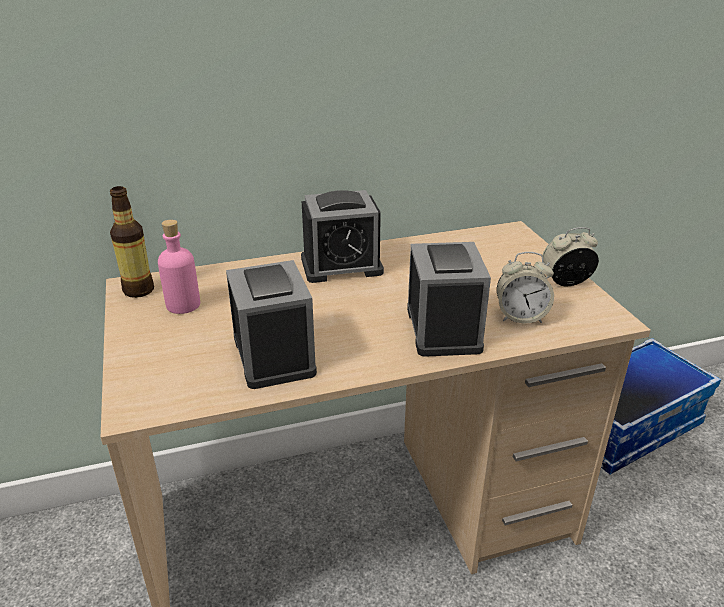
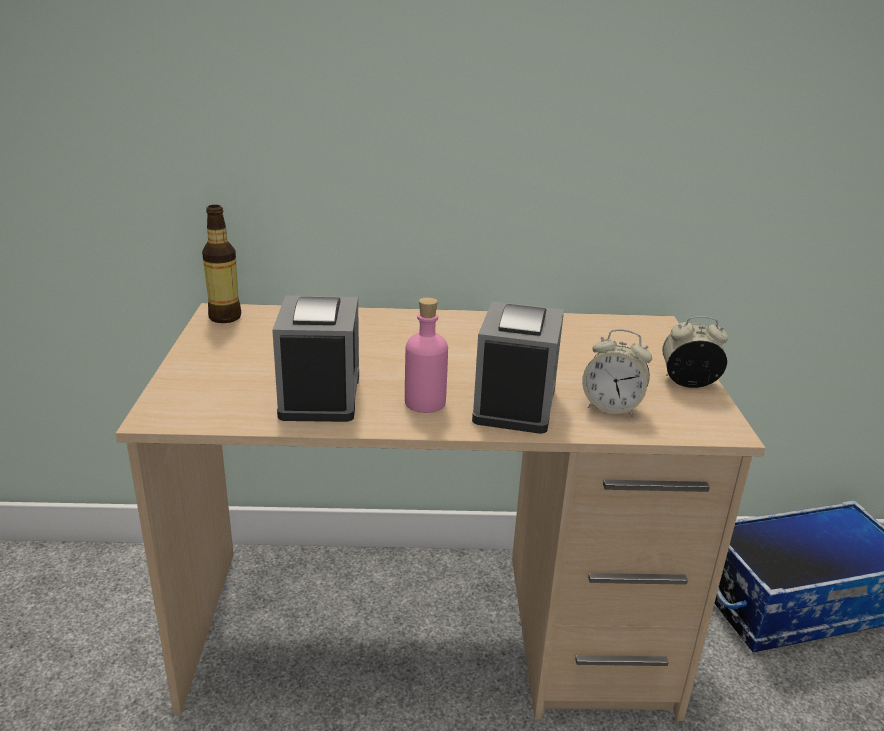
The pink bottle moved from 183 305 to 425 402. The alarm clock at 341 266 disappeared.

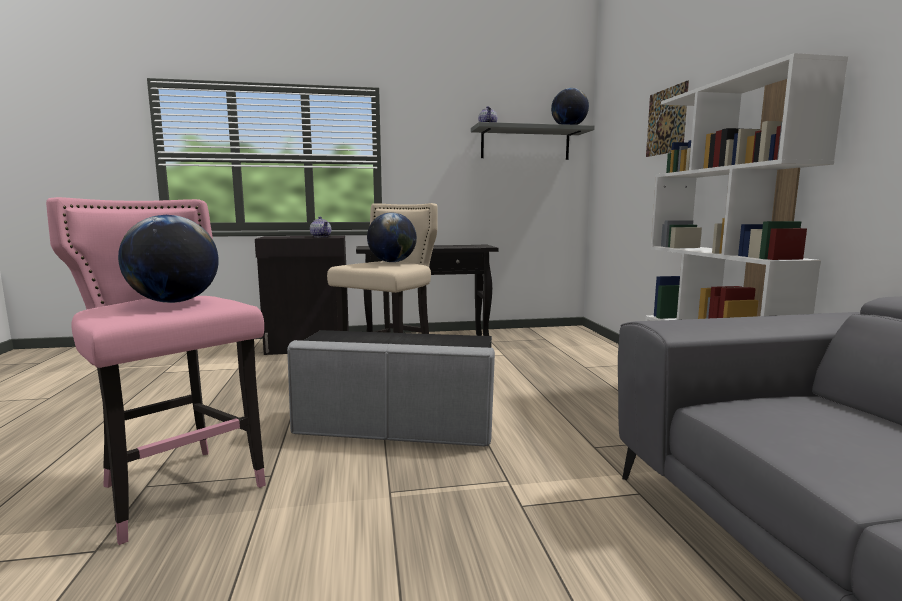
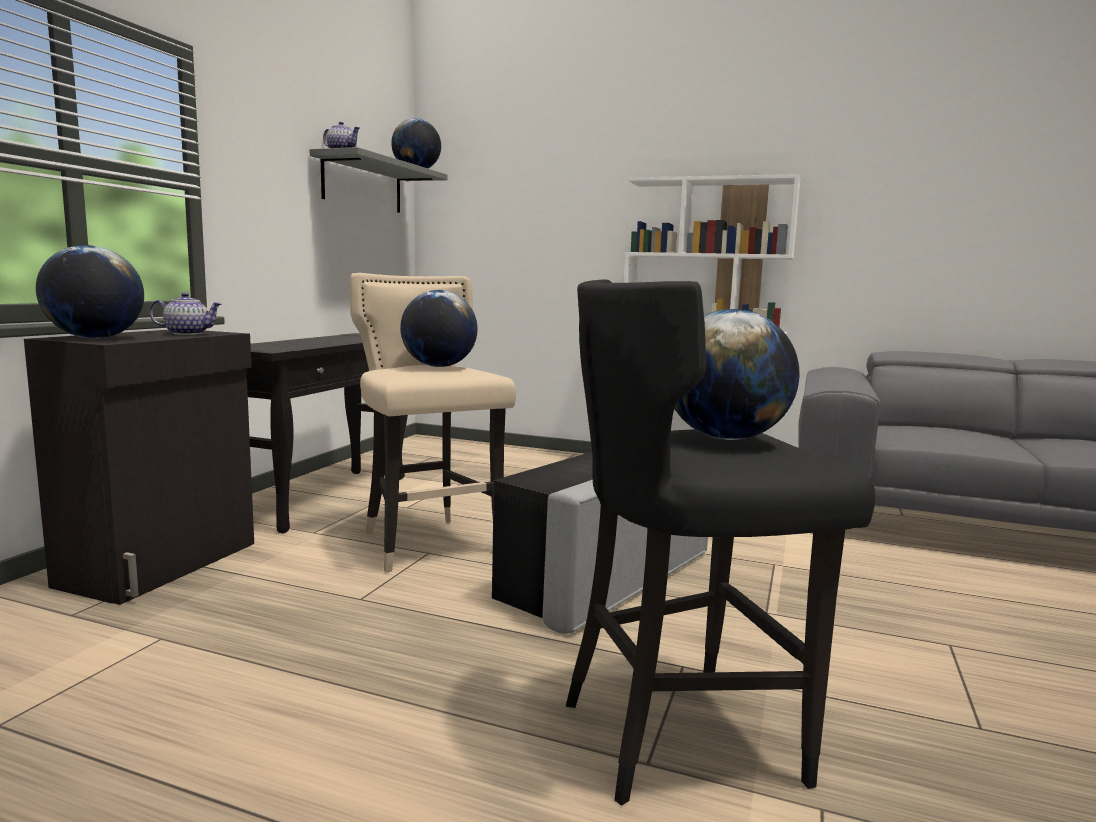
The pink stool at 180 490 became the black stool at 681 734. The picture at 666 121 disappeared. The globe at 95 338 appeared.

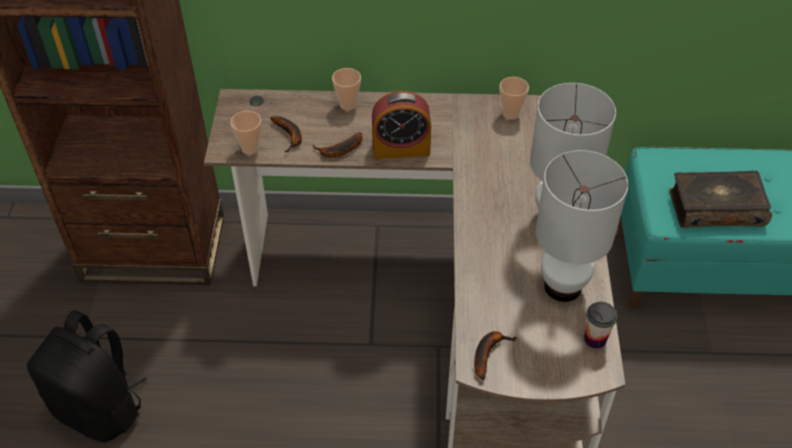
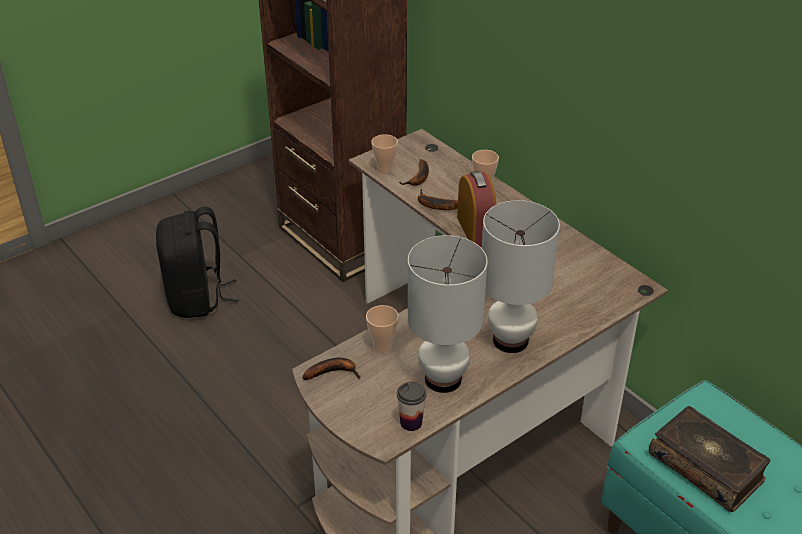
The alarm clock at 401 148 turned 150 degrees counterclockwise. The cup moved from 510 114 to 382 346.

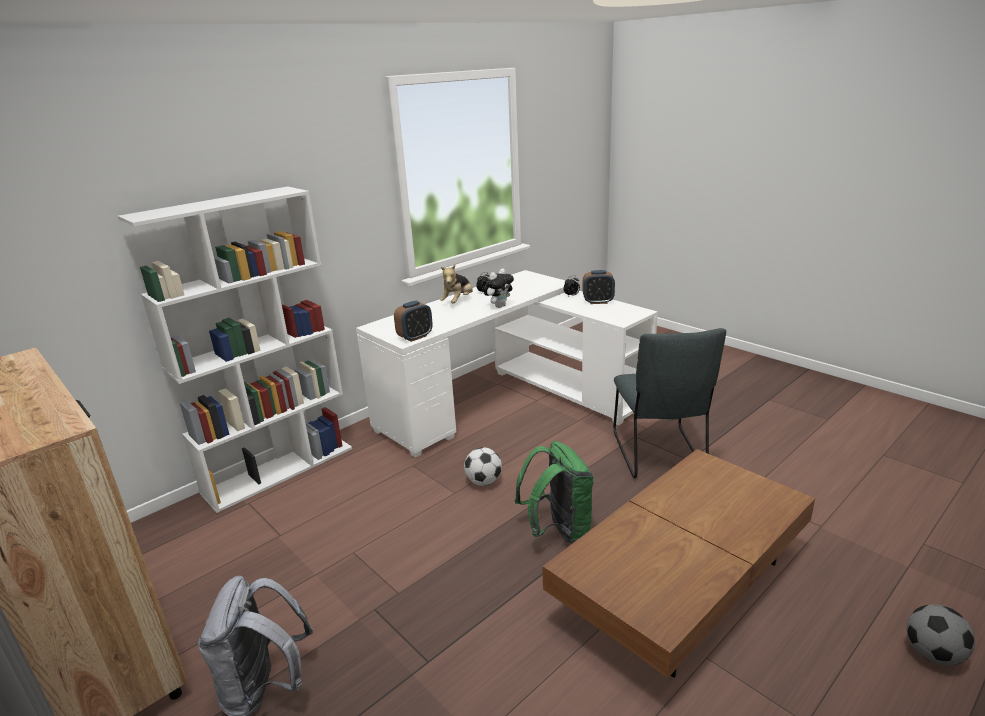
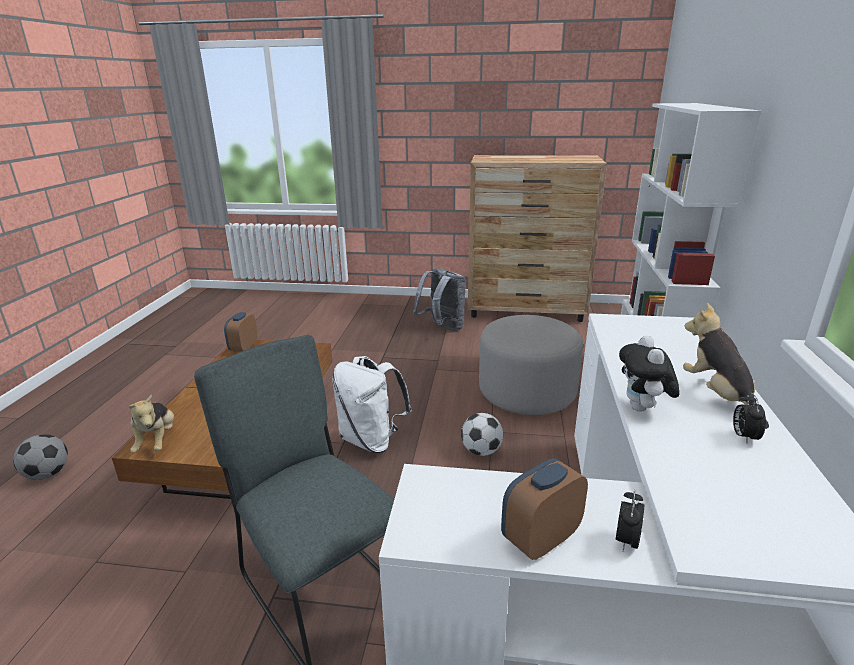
The alarm clock moved from 415 337 to 243 347. The green backpack at 558 531 became the white backpack at 371 440. The plush toy at 157 441 appeared. The grey ottoman at 527 392 appeared.

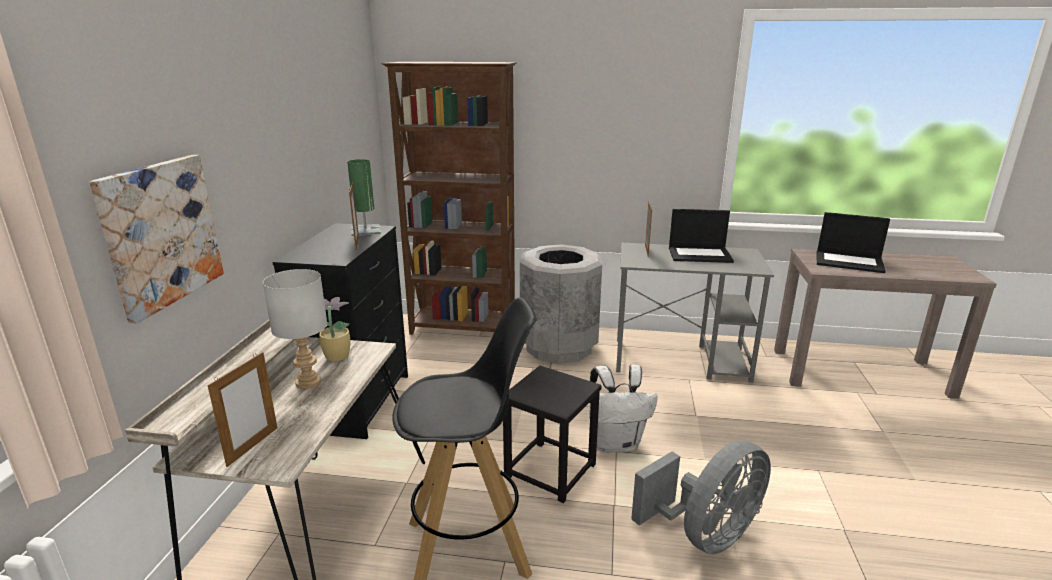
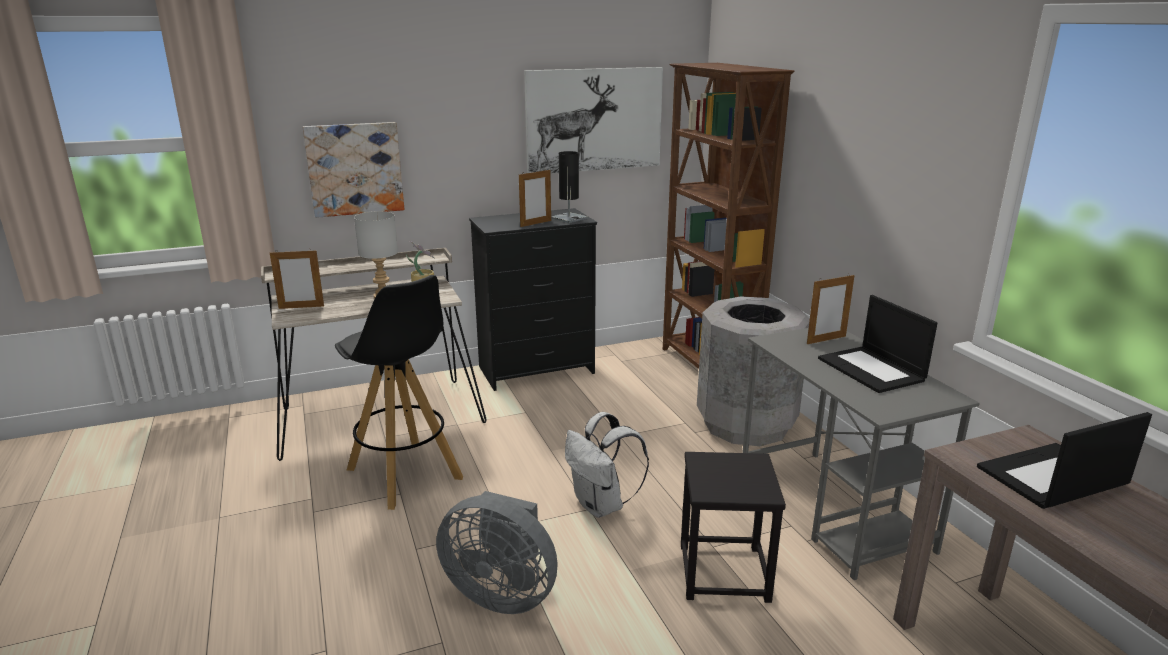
The green table lamp at 365 231 became the black table lamp at 569 218. The black stool moved from 549 471 to 722 572. The laptop at 849 262 turned 75 degrees clockwise. The picture at 594 120 appeared.

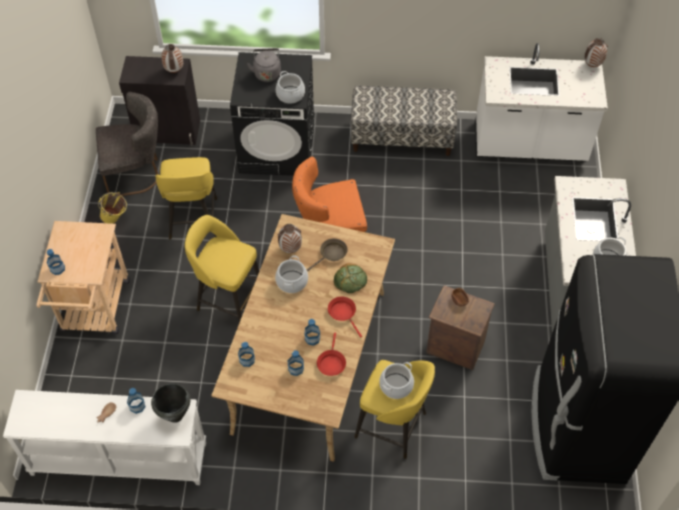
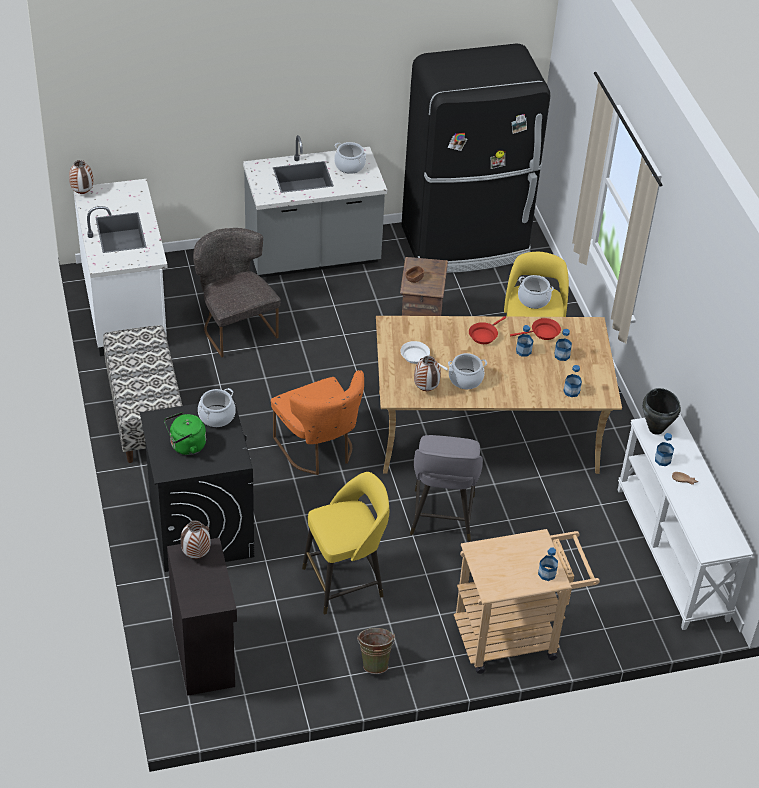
The grey chair moved from 136 173 to 235 327. The yellow bucket at 116 220 became the green bucket at 375 662. The yellow stool at 228 298 became the grey stool at 442 517. The grey kettle at 267 73 became the green kettle at 186 446. The brown frying pan at 331 254 became the white frying pan at 417 357. The bread at 350 280 disappeared.

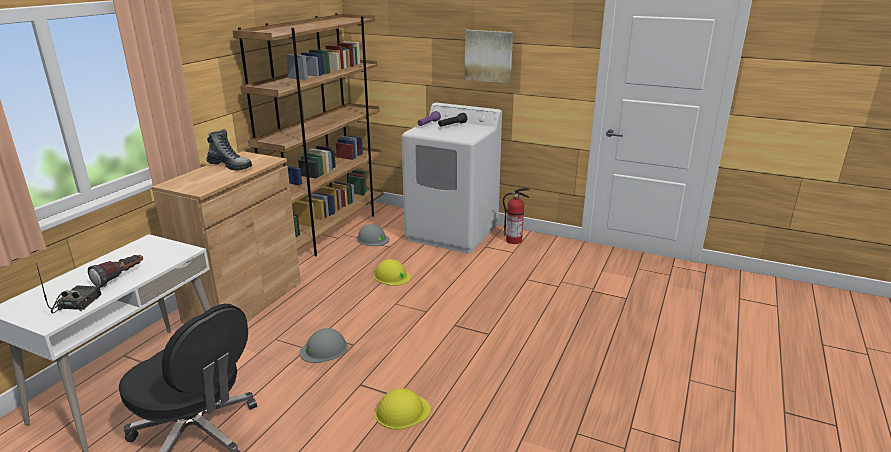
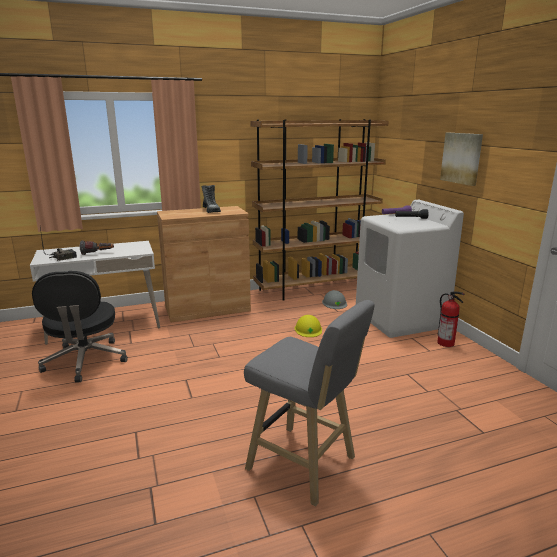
The grey hard hat at 324 349 disappeared. The yellow hard hat at 402 411 disappeared. The grey stool at 305 466 appeared.

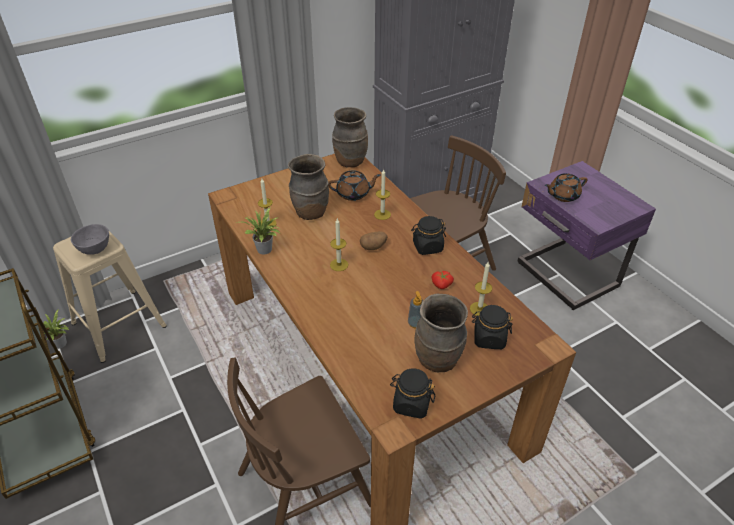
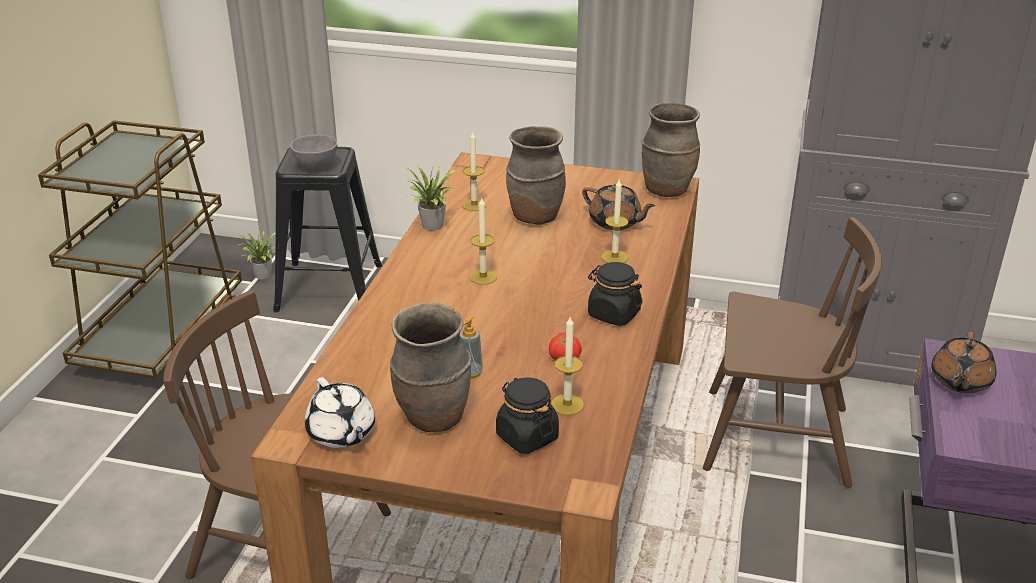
The beige stool at 118 325 became the black stool at 327 288. The potato at 373 247 disappeared. The black jar at 411 404 was replaced by the white teapot at 341 433. The brown teapot at 563 195 turned 90 degrees counterclockwise.

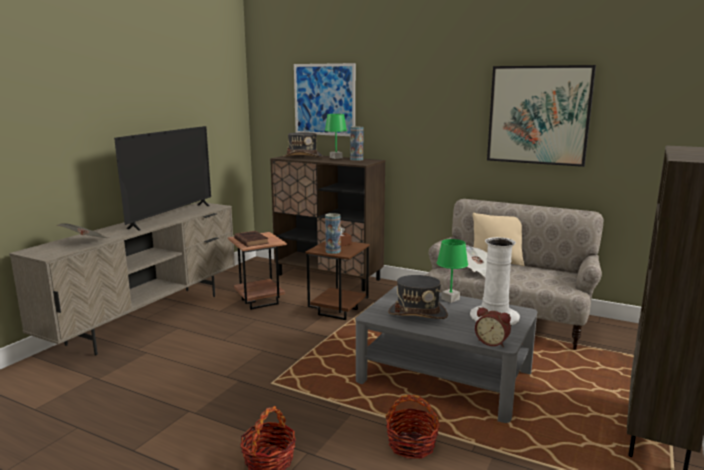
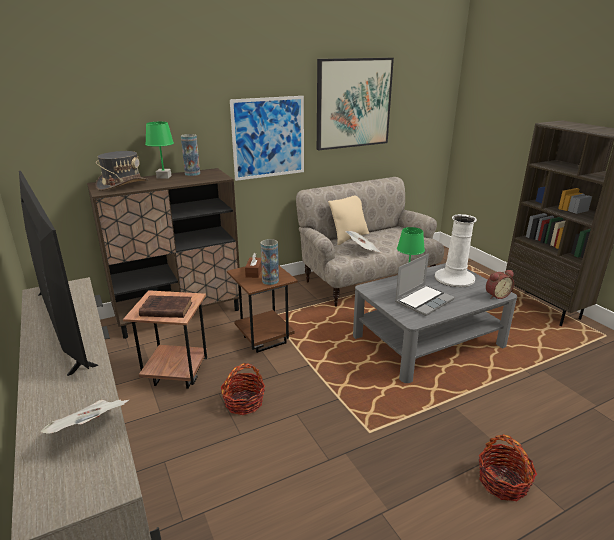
The picture moved from 324 99 to 268 138. The basket moved from 411 445 to 244 402. The grey hat at 417 313 was replaced by the laptop at 424 301.

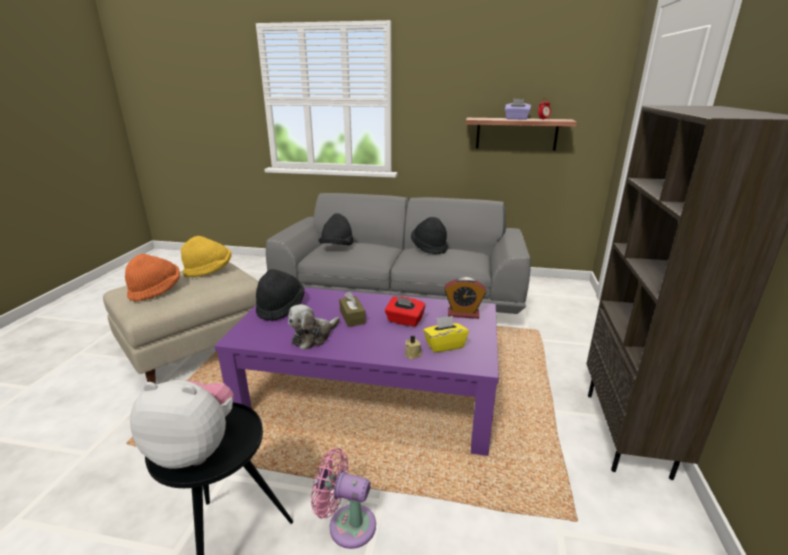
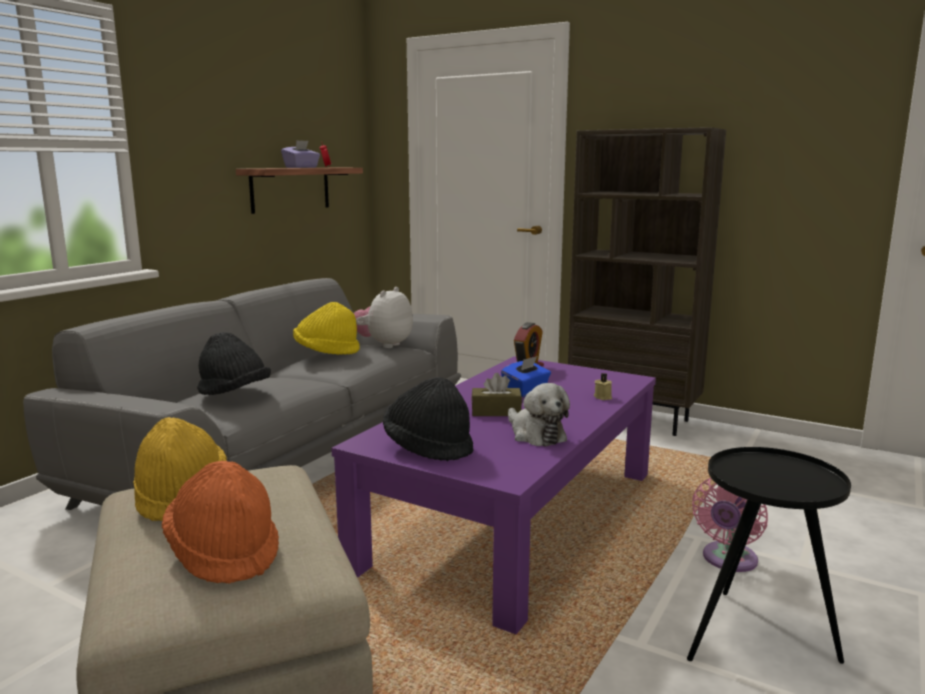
The plush toy moved from 195 449 to 384 345. The red tissue box at 404 321 became the blue tissue box at 526 391. The black hat at 429 247 became the yellow hat at 326 352. The yellow tissue box at 444 345 disappeared.

